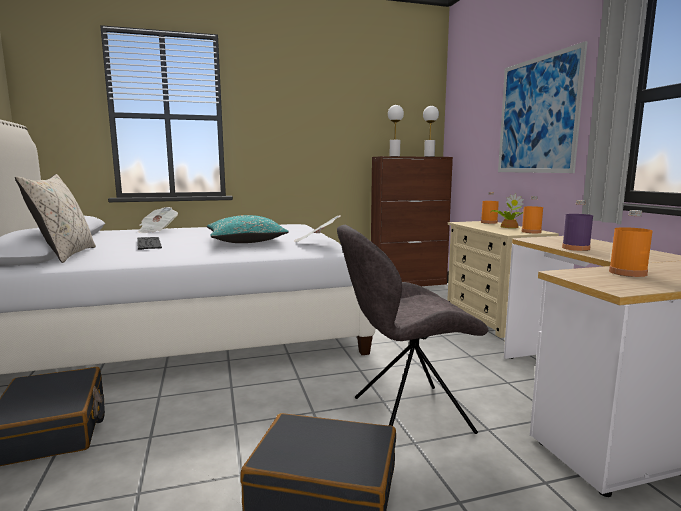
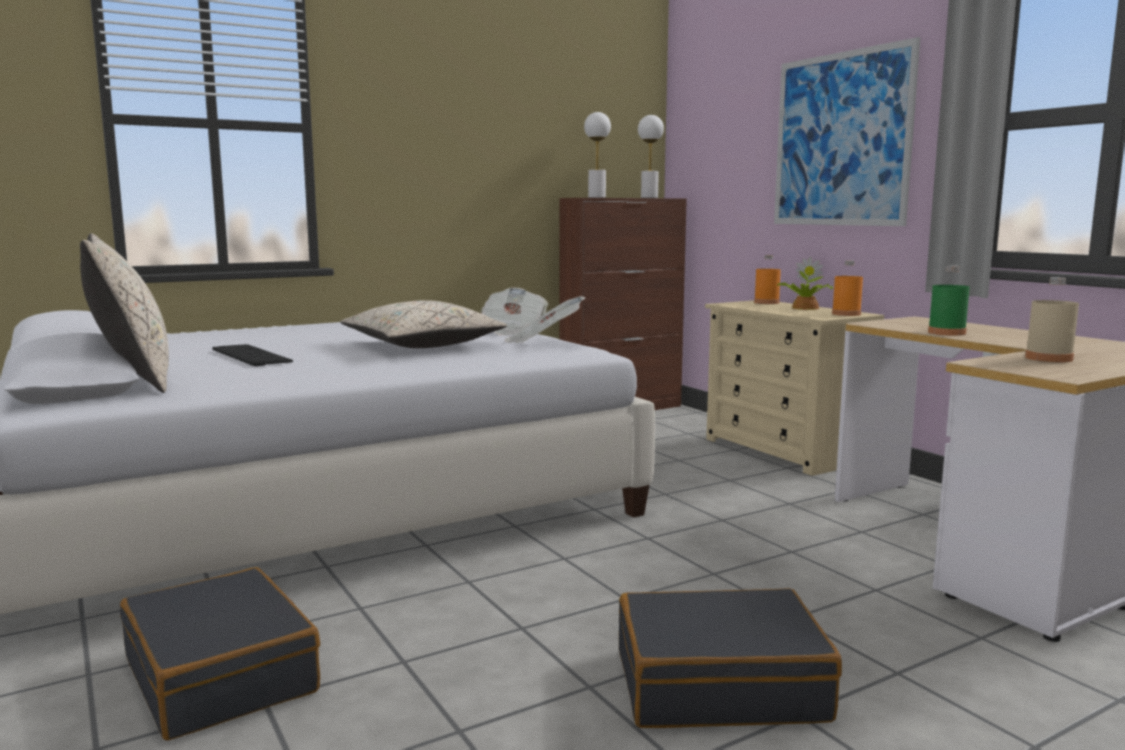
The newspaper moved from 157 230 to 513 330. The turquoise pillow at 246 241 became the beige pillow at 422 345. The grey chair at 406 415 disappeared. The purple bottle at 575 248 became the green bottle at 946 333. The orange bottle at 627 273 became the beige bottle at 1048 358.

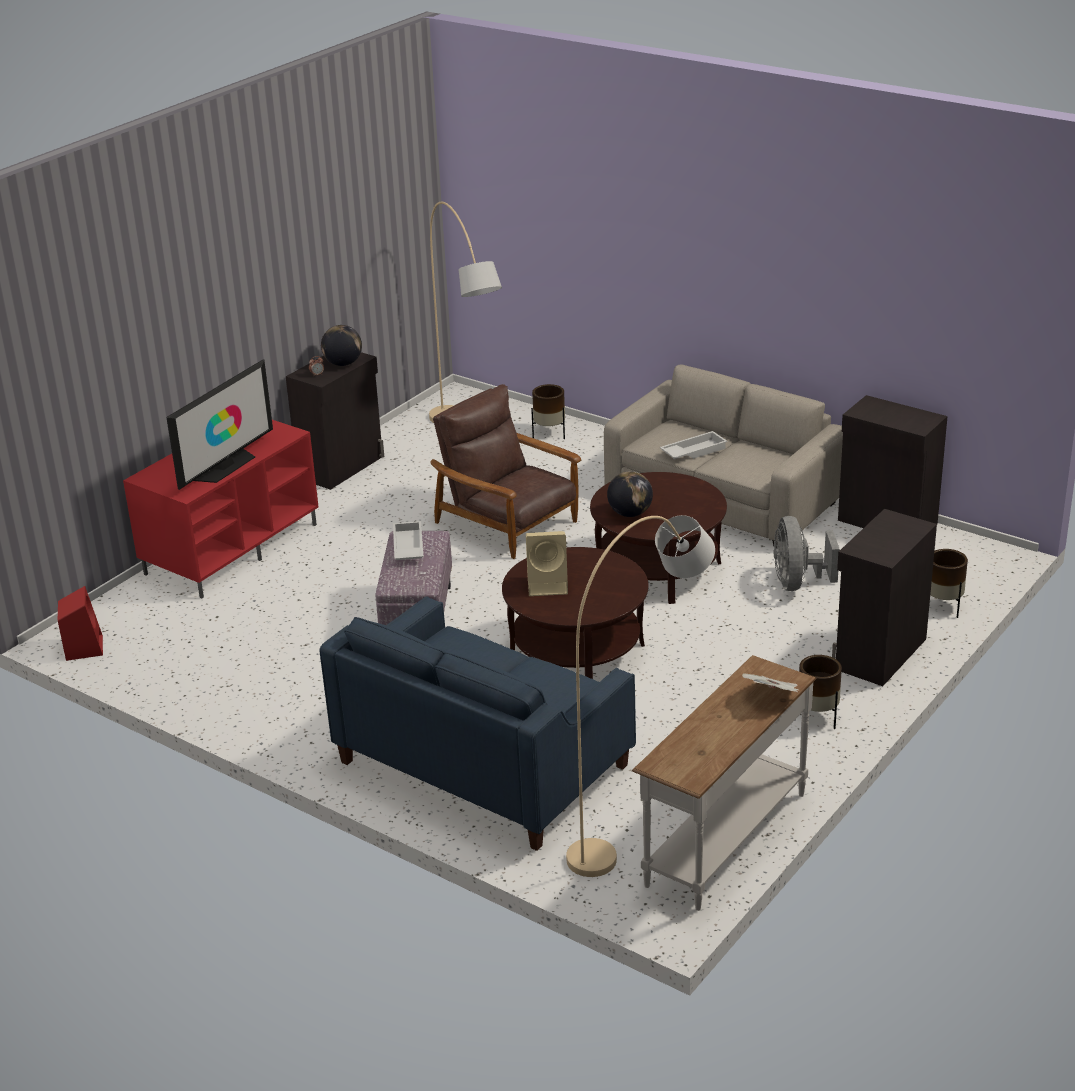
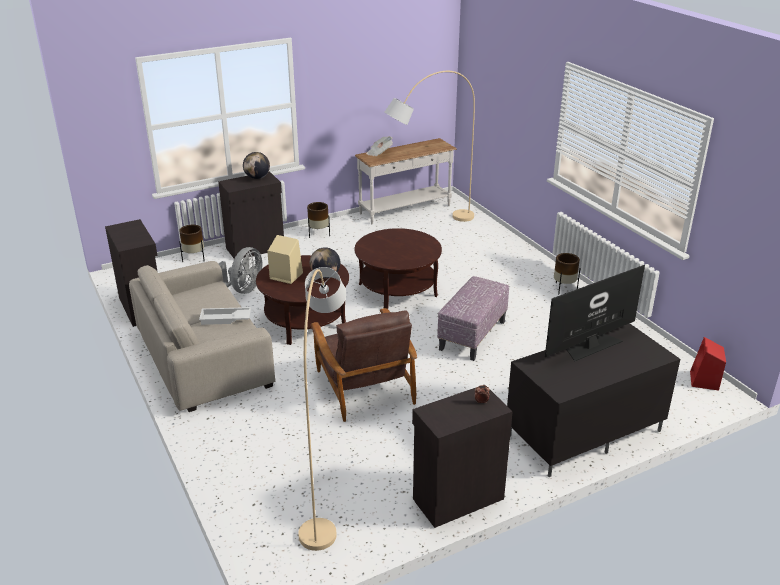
The red tv stand at 232 548 became the black tv stand at 584 434. The blue sofa at 484 763 disappeared. The globe moved from 343 363 to 257 178. The white tray at 407 547 disappeared. The beige speaker moved from 549 584 to 285 276. The brown planter moved from 549 434 to 564 288.

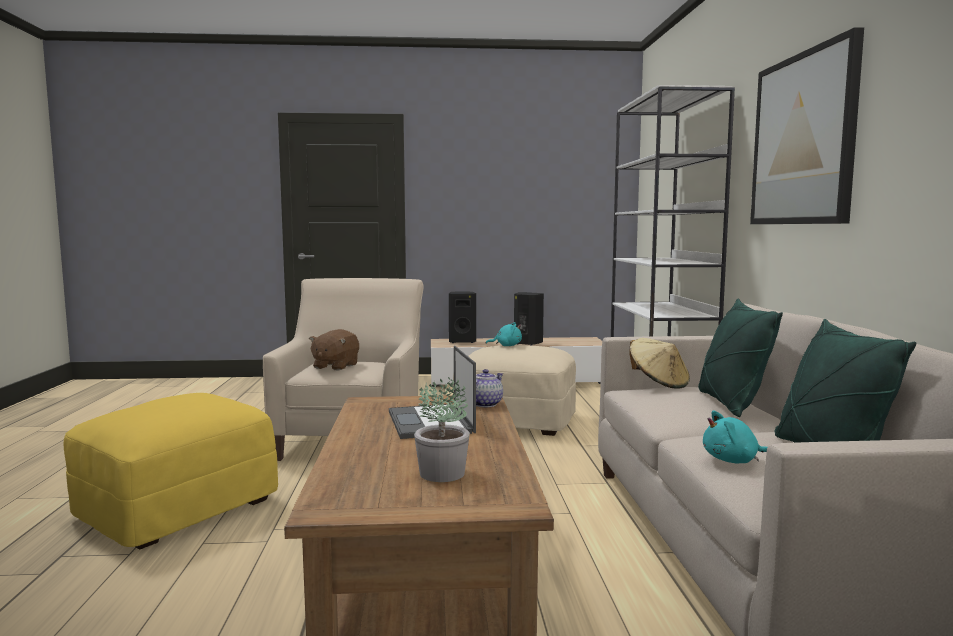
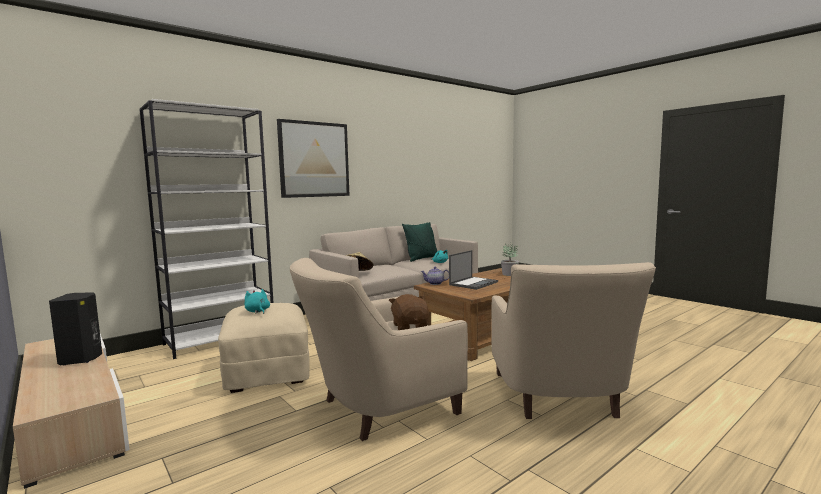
The yellow ottoman at 178 508 was replaced by the beige armchair at 560 400. The brown plush toy at 335 366 turned 90 degrees counterclockwise. The black speaker at 462 341 disappeared. The green pillow at 730 404 disappeared.

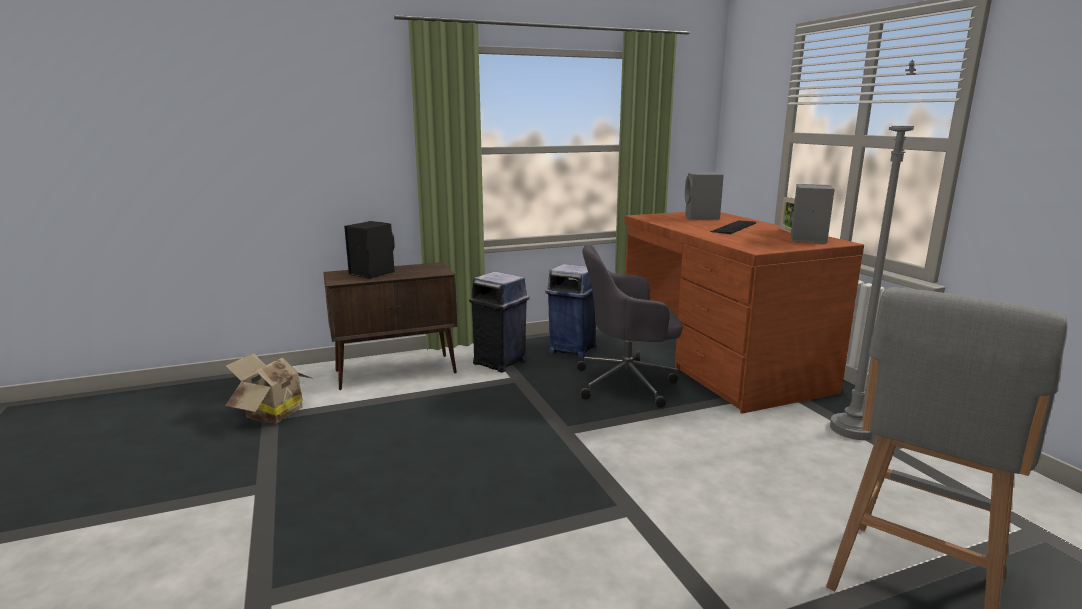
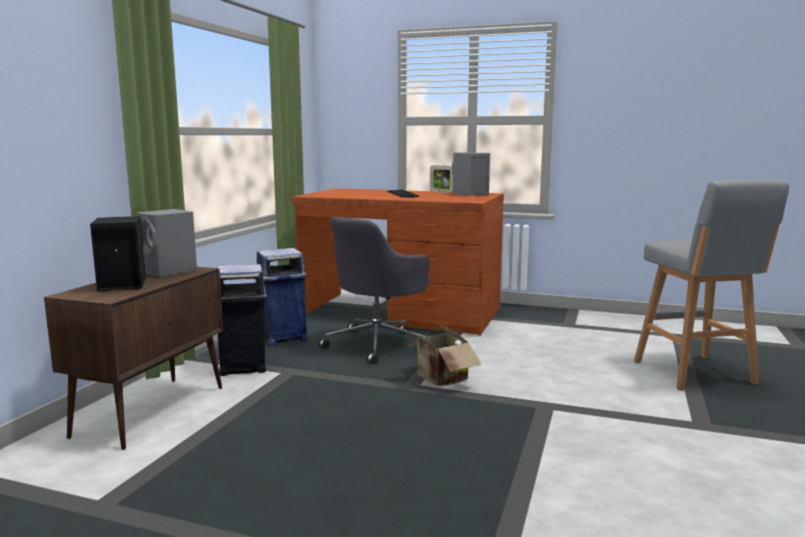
The cardboard box moved from 270 414 to 439 379. The grey speaker moved from 701 217 to 169 271. The grey floor lamp at 852 429 disappeared.

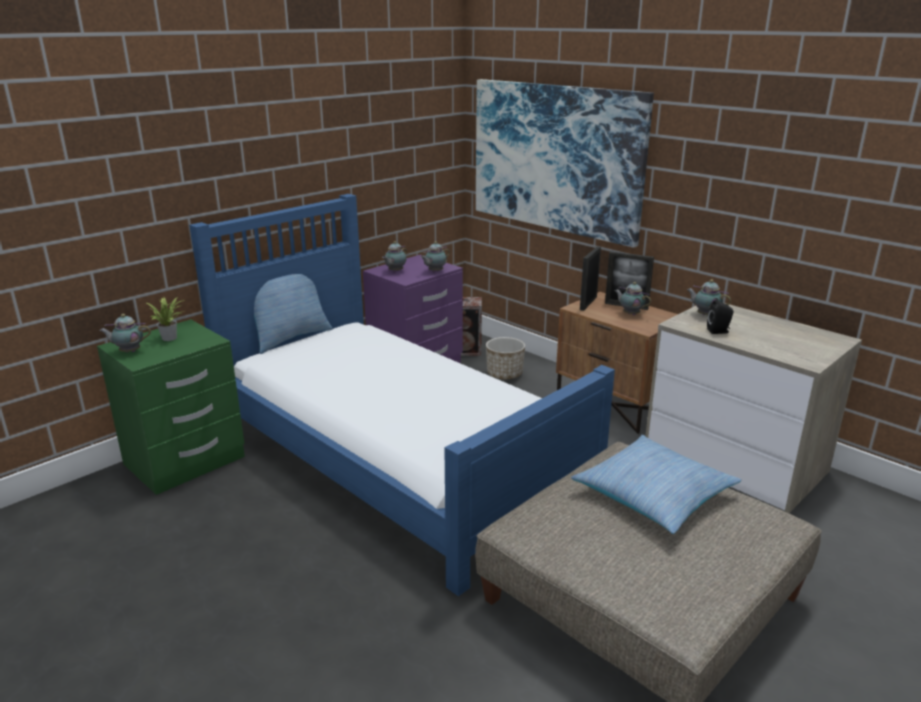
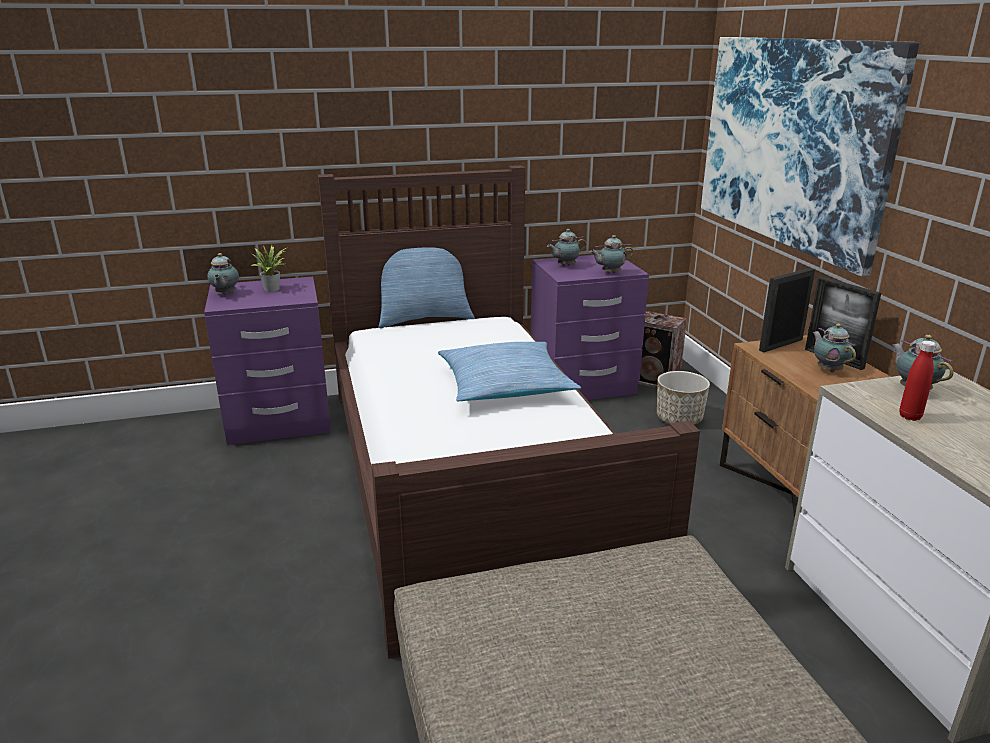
The green nightstand at 185 461 became the purple nightstand at 279 422. The teapot at 128 351 turned 120 degrees counterclockwise. The blue bed at 396 456 became the brown bed at 471 476. The pillow moved from 653 494 to 505 385. The black speaker at 719 331 was replaced by the red bottle at 910 416.

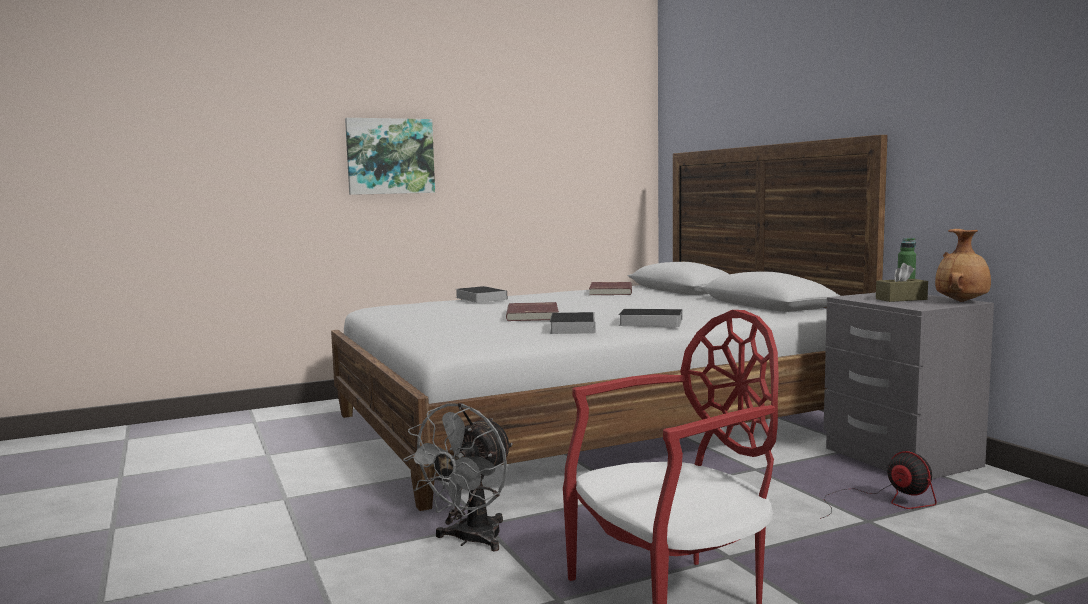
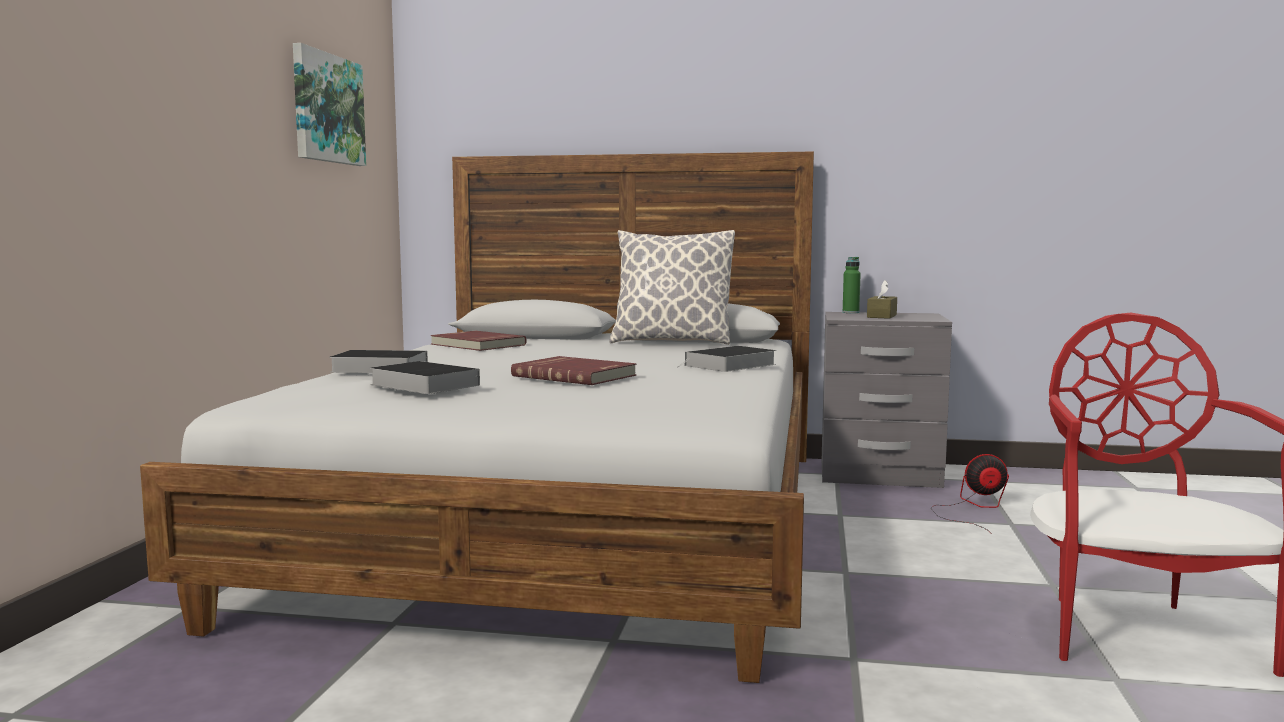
The picture moved from 390 156 to 327 108. The grey fan at 470 540 disappeared. The book moved from 572 327 to 421 384. The brown vase at 962 301 disappeared. The pillow at 671 342 appeared.

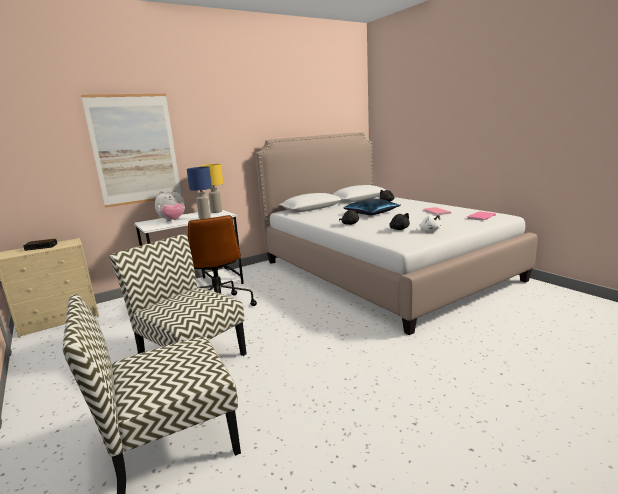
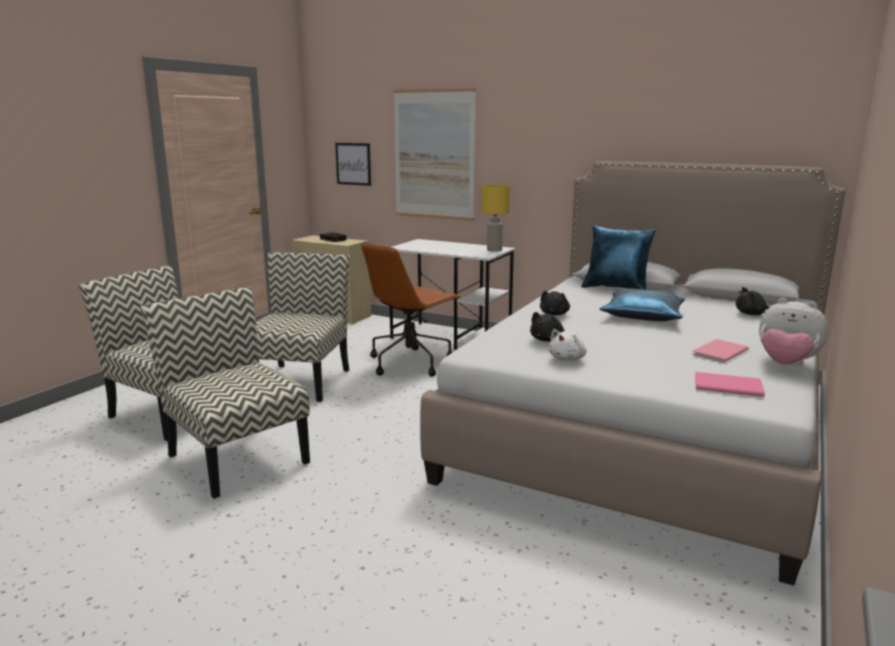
The plush toy moved from 173 221 to 786 364. The blue table lamp at 205 217 disappeared. The chair at 236 458 appeared. The picture at 353 164 appeared. The blue pillow at 616 289 appeared.

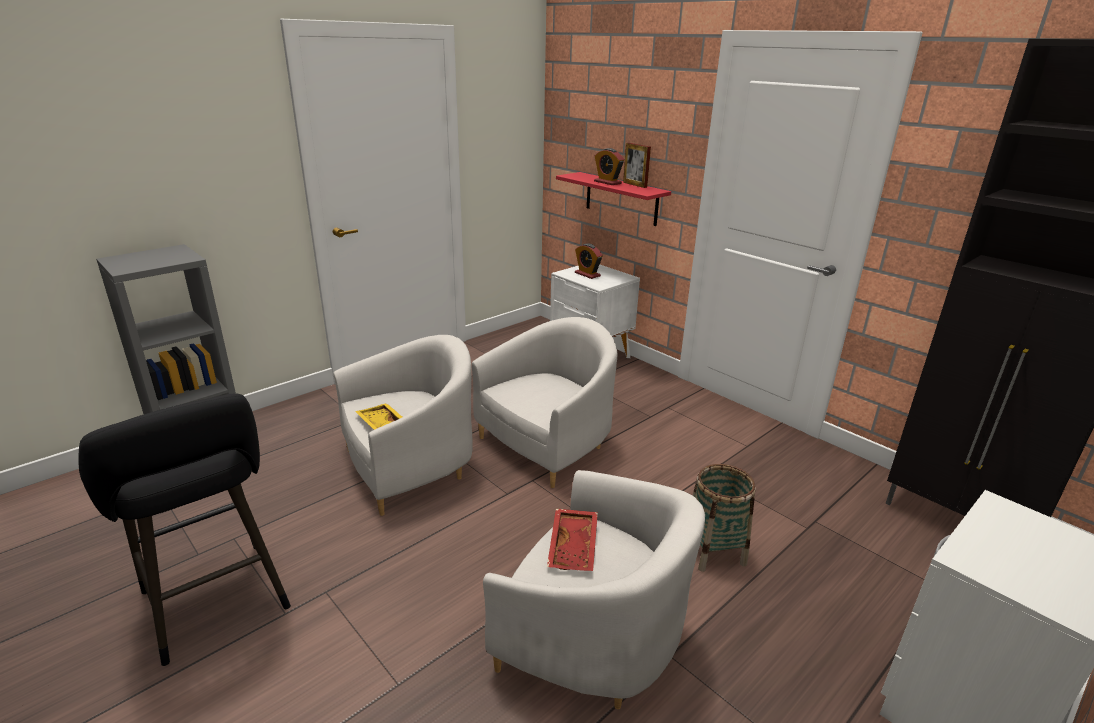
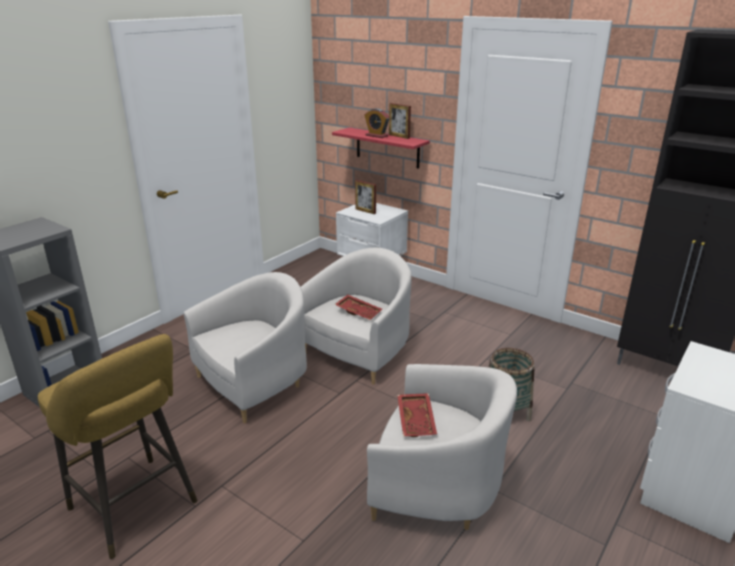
The black stool at 218 605 became the yellow stool at 137 509. The yellow tray at 380 424 disappeared. The alarm clock at 587 274 was replaced by the picture frame at 365 211. The red tray at 359 312 appeared.

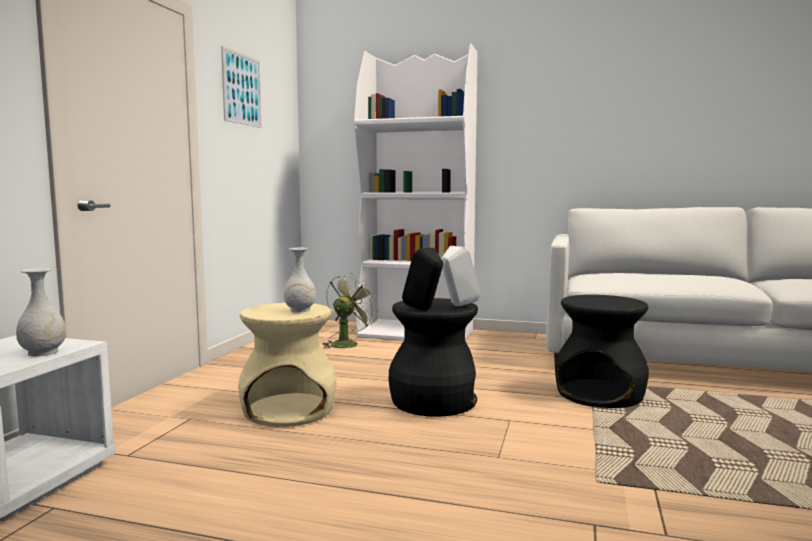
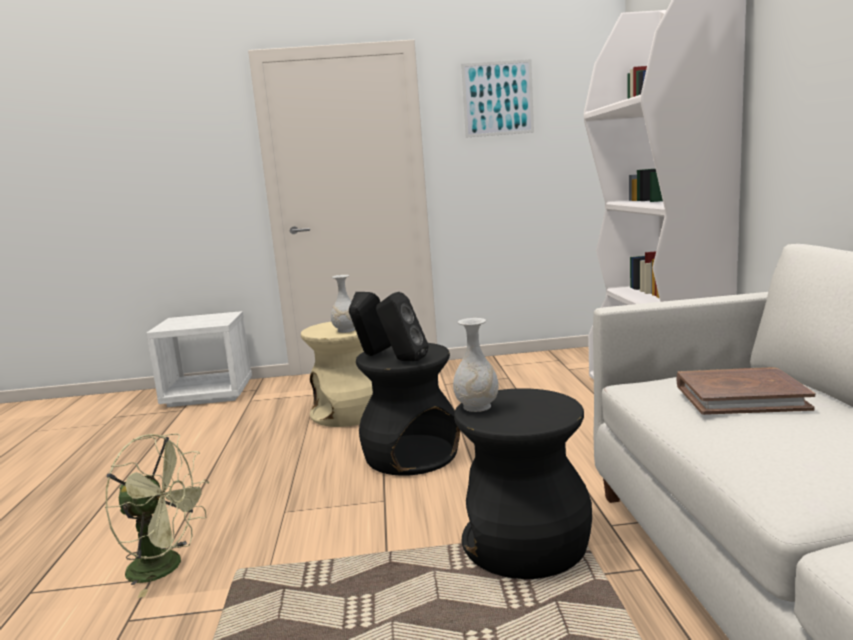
The white vase moved from 43 352 to 477 406. The green fan moved from 347 344 to 166 567. The white speaker at 457 306 became the black speaker at 403 360. The brown book at 740 396 appeared.

